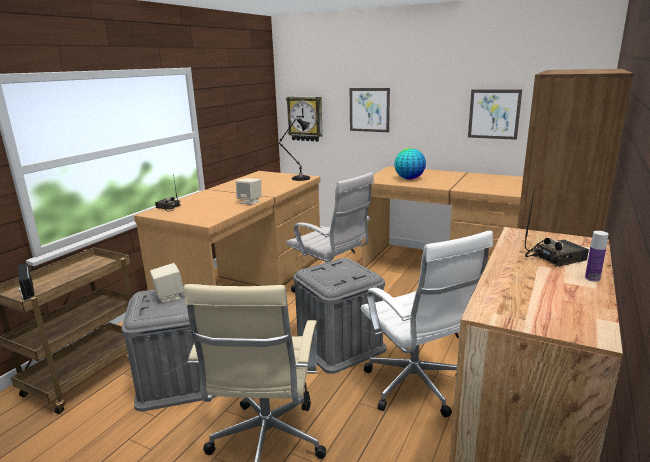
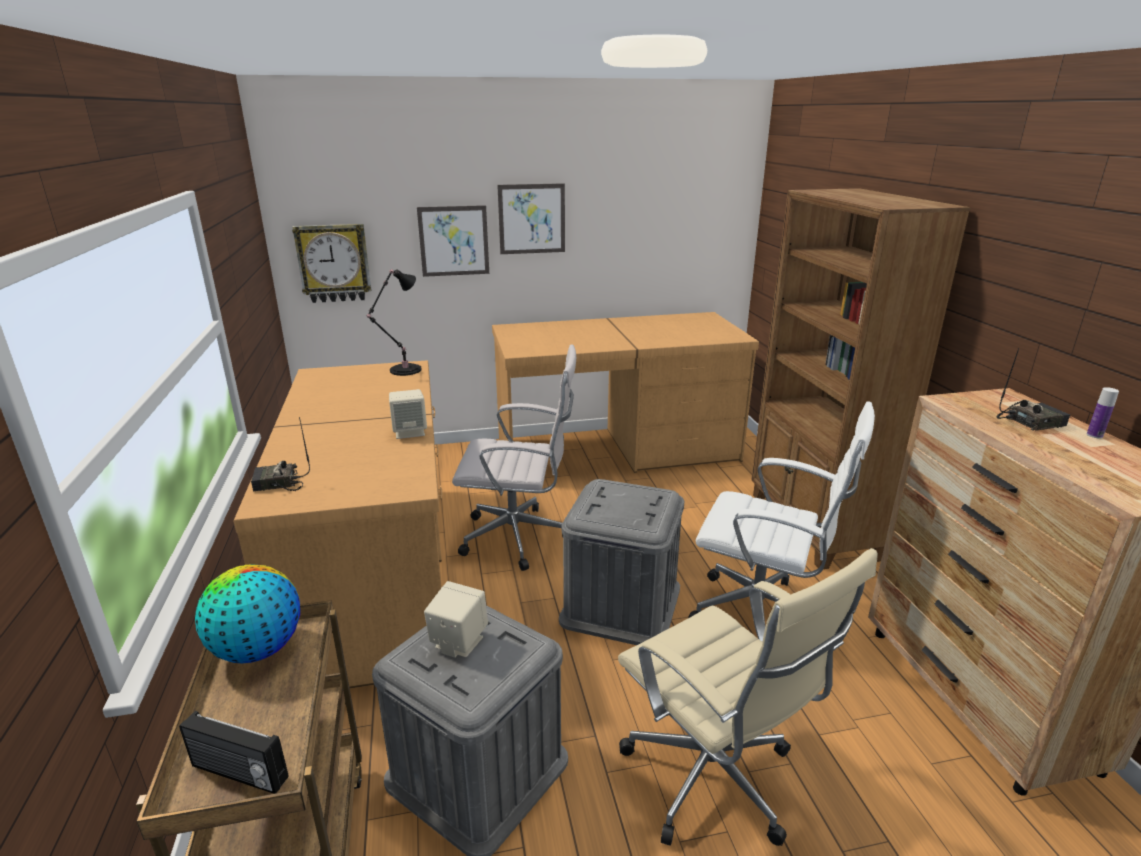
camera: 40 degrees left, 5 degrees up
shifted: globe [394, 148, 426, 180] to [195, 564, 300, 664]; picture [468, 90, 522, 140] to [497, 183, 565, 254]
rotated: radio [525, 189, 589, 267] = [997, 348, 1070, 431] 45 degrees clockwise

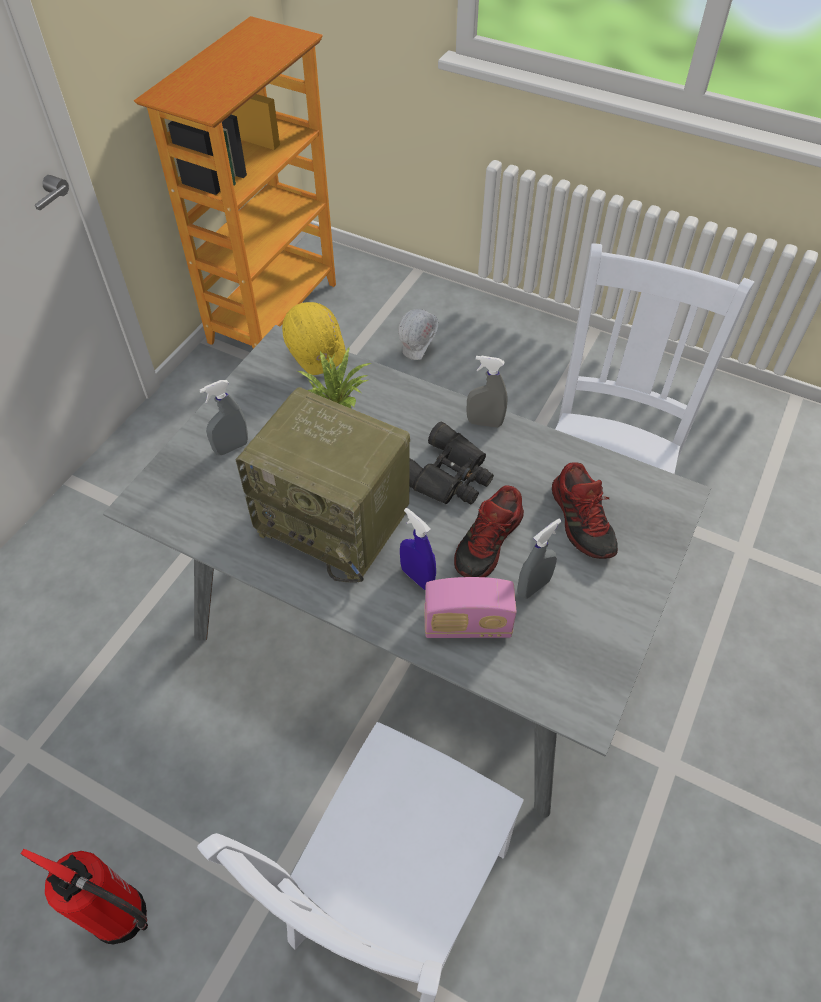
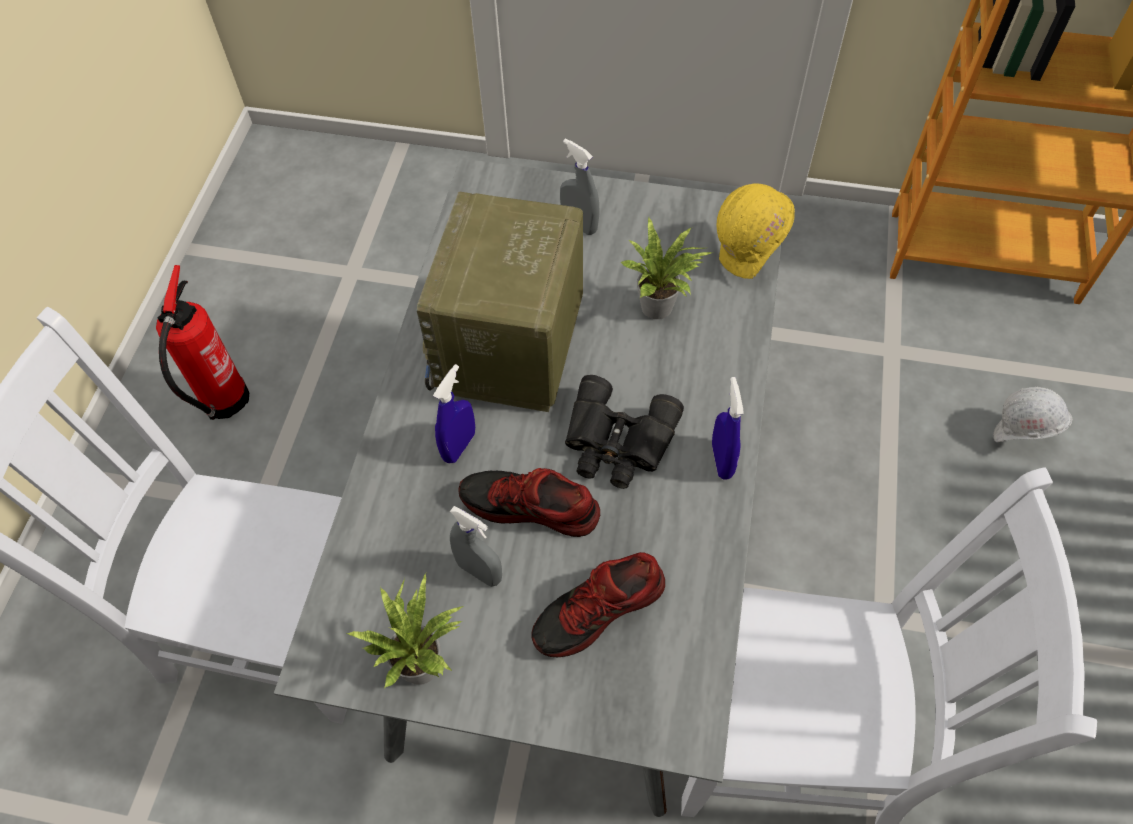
camera: 75 degrees right, 5 degrees up
gone: radio [424, 577, 516, 638]
new: potted plant [345, 573, 464, 688]
repainted: grey spray bottle [466, 356, 508, 428] to blue spray bottle [712, 377, 744, 480]

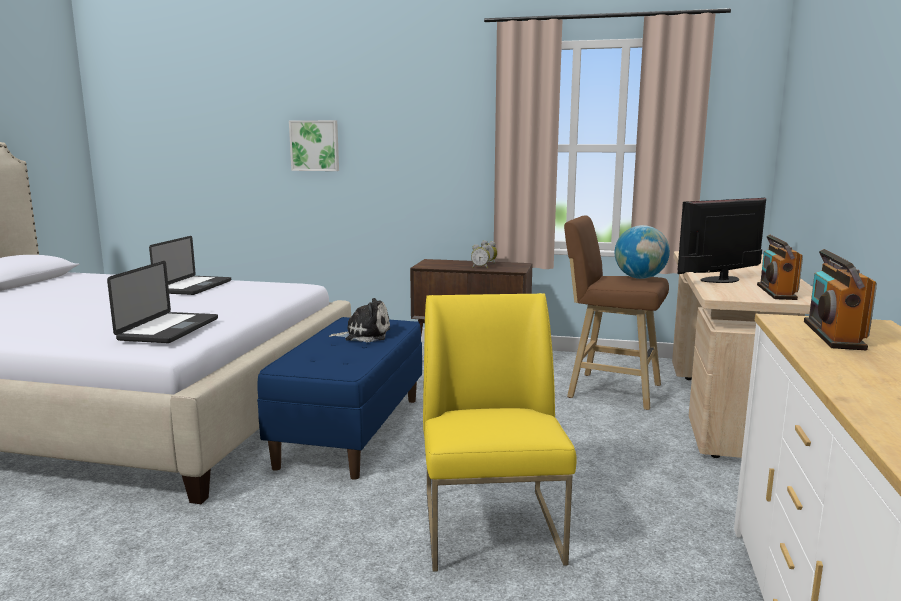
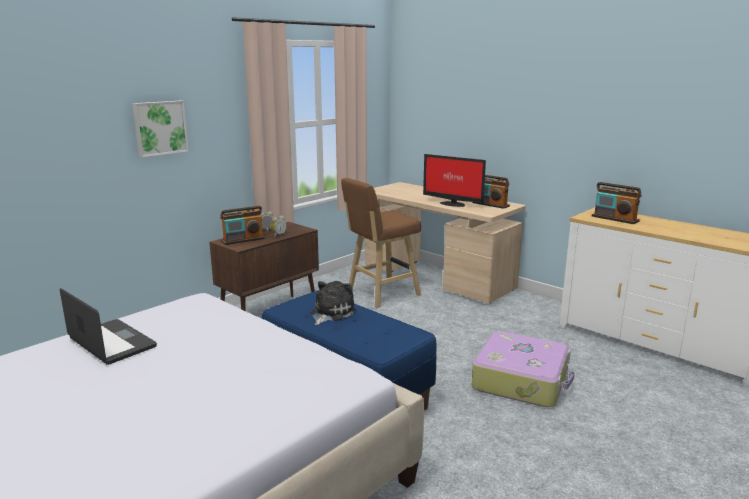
camera: 60 degrees left, 5 degrees up
gone: laptop [107, 261, 218, 343]; globe [615, 225, 670, 279]
new: radio [220, 206, 265, 245]
shifted: picture [289, 120, 339, 171] to [132, 101, 189, 157]
swapped: yellow chair [423, 293, 577, 572] to suitcase [471, 331, 575, 407]
rotated: monitor [678, 198, 766, 283] = [423, 154, 486, 207] 60 degrees counterclockwise

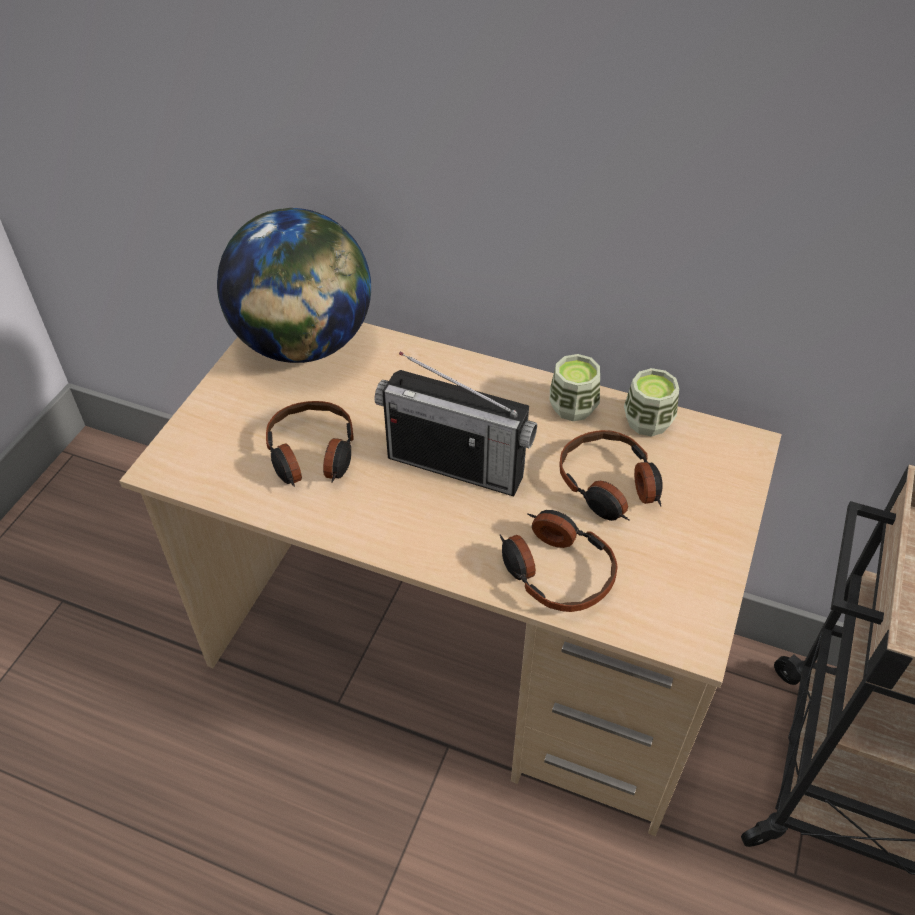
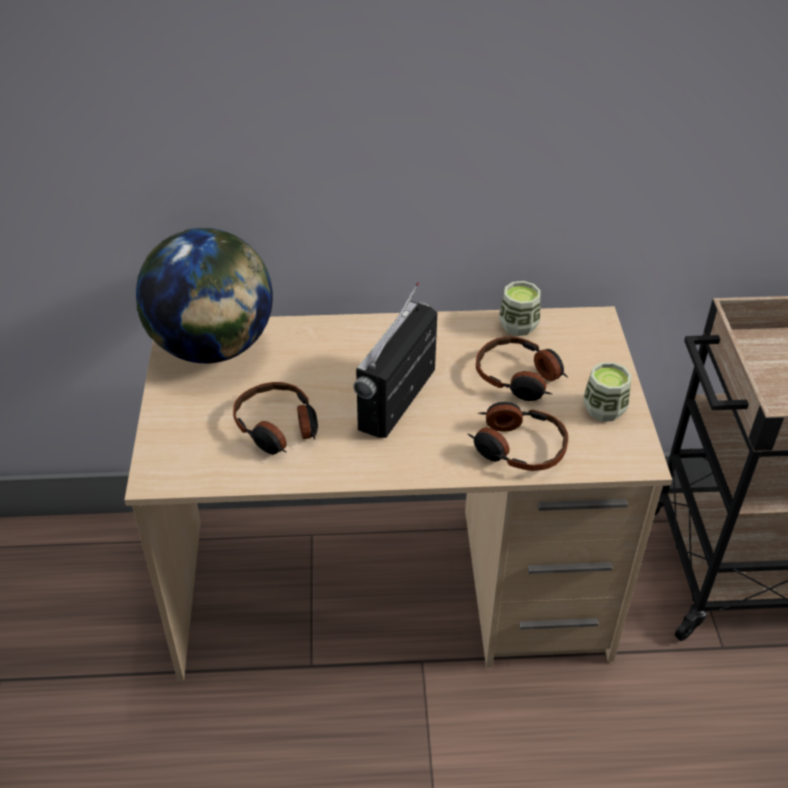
camera: 25 degrees left, 5 degrees down
shifted: cup [550, 354, 600, 421] to [583, 362, 631, 421]
rotated: radio [374, 352, 537, 497] = [353, 282, 437, 438] 120 degrees clockwise

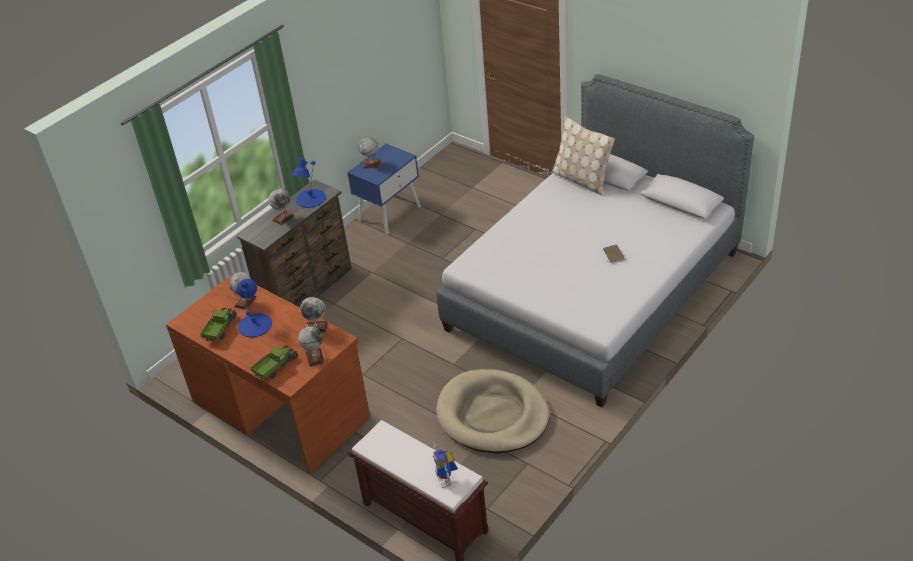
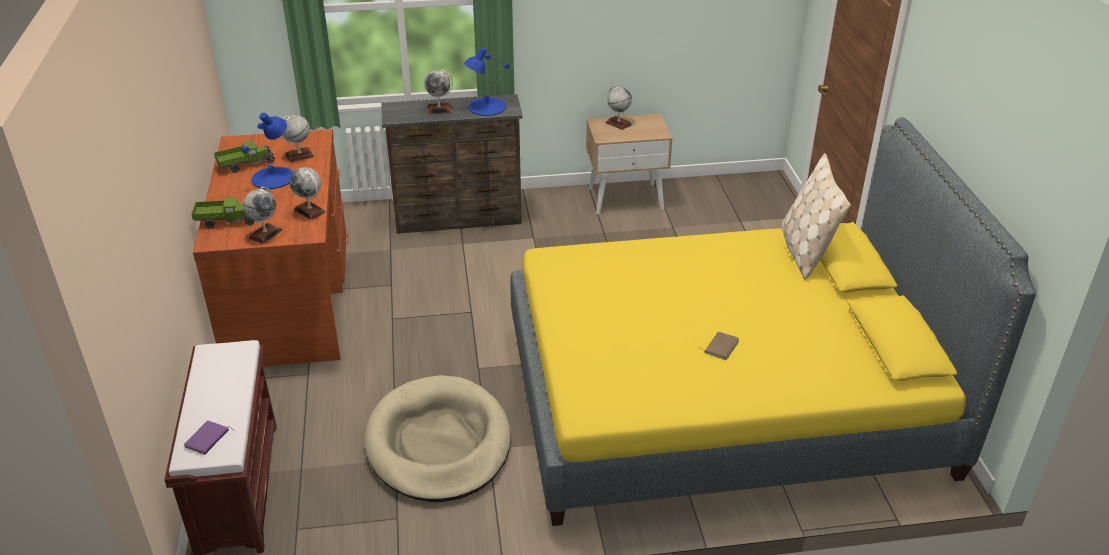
camera: 40 degrees right, 5 degrees down
swapped: toy robot [433, 442, 458, 488] to purple book [184, 420, 235, 455]
repainted: grey bed [437, 74, 754, 407] to yellow bed [510, 117, 1036, 526]; blue nightstand [347, 144, 421, 234] to beige nightstand [586, 114, 673, 214]

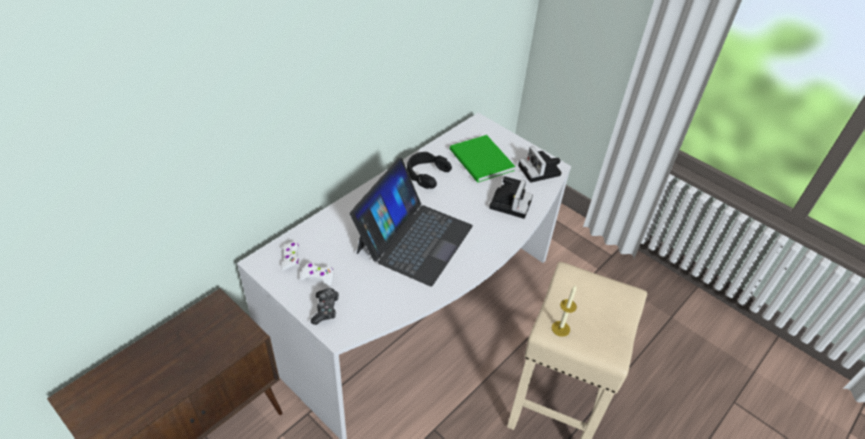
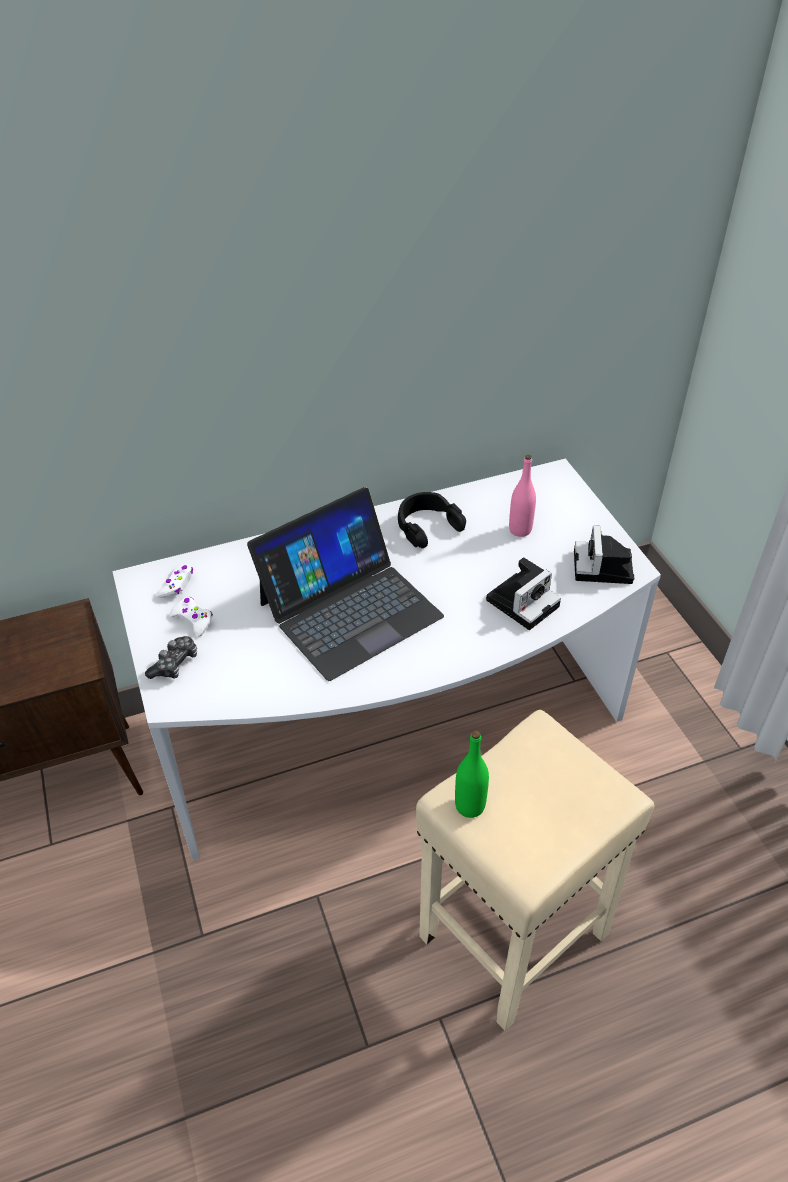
camera: 30 degrees right, 0 degrees up
swapped: candle [552, 285, 577, 337] to green bottle [455, 731, 489, 818]; green book [450, 135, 515, 183] to pink bottle [509, 455, 536, 537]

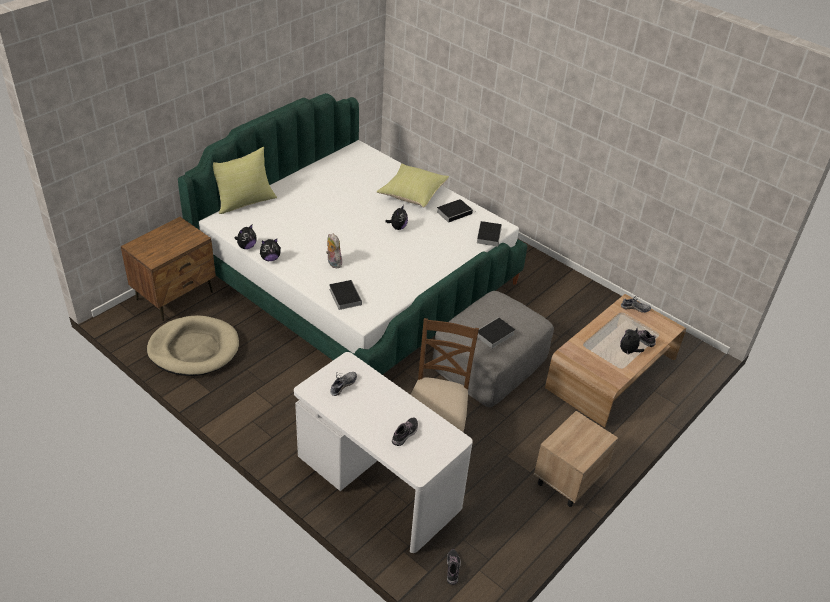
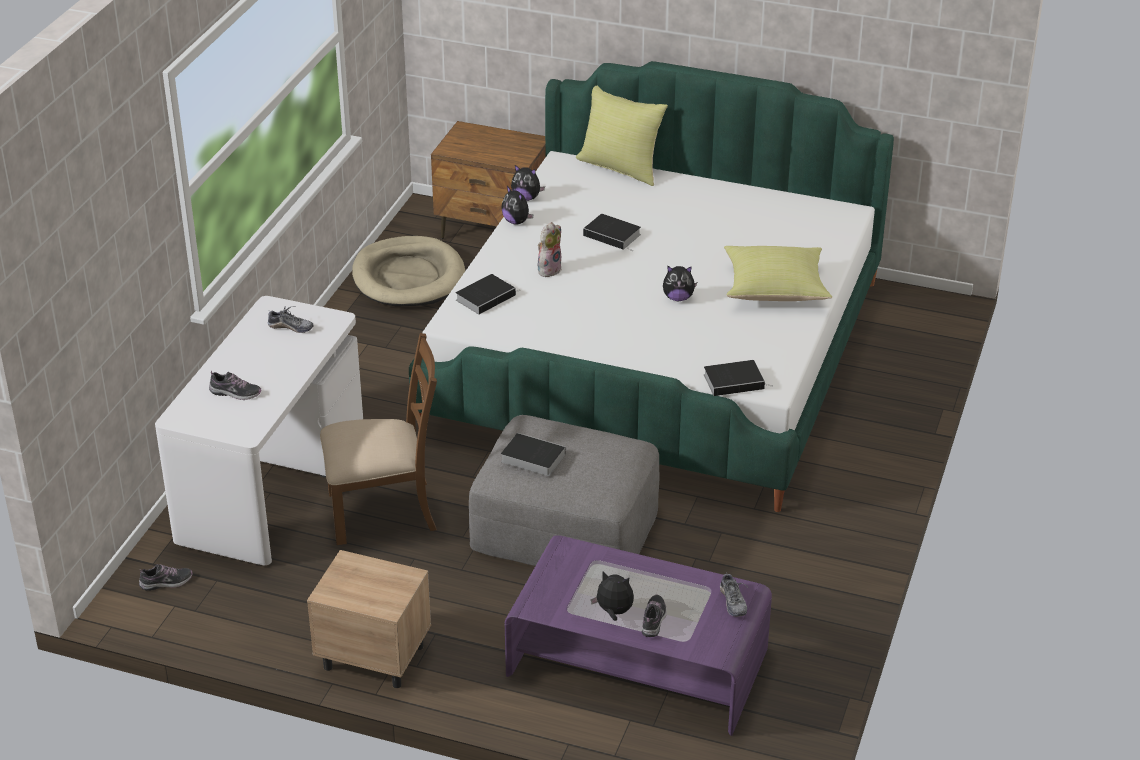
camera: 70 degrees right, 5 degrees down
shifted: book [437, 199, 476, 223] to [583, 214, 641, 250]
repainted: brown coffee table [545, 294, 686, 428] to purple coffee table [505, 535, 772, 736]

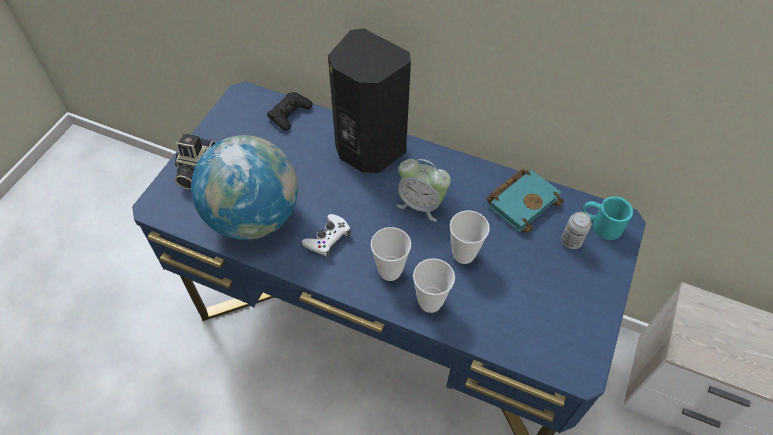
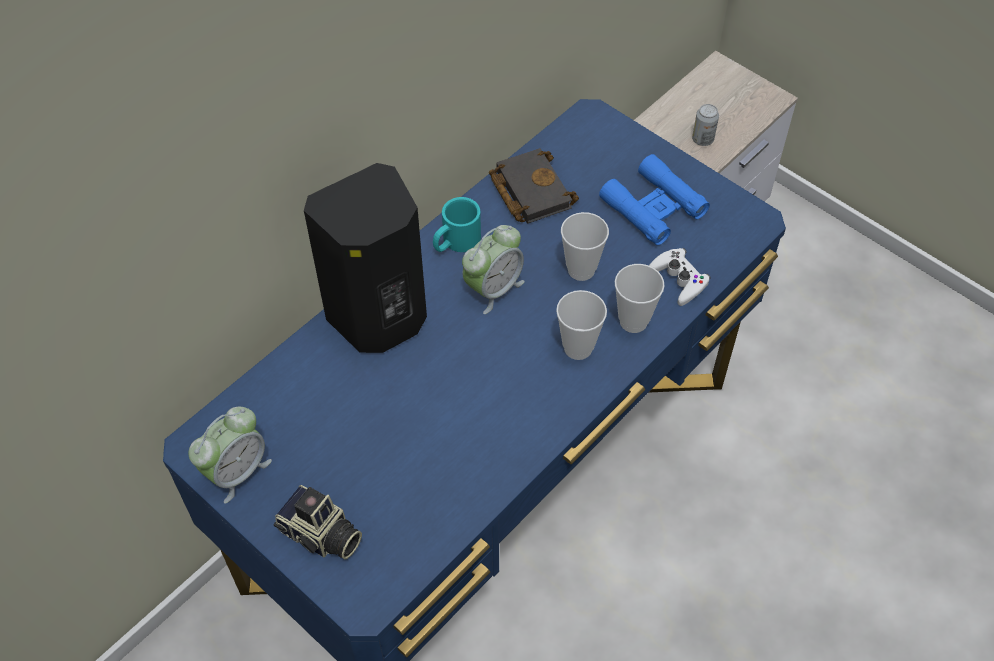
camera: 70 degrees left, 0 degrees up
gone: globe [191, 135, 298, 240]; black game controller [267, 92, 313, 131]
new: alarm clock [189, 407, 272, 503]; blue binoculars [599, 154, 710, 245]
shifted: turquoise mug [582, 196, 633, 240] to [433, 197, 481, 252]; white game controller [302, 214, 351, 257] to [649, 248, 710, 306]; can [561, 212, 592, 249] to [692, 104, 719, 146]
repainted: turquoise book [486, 169, 564, 233] to black book [489, 148, 579, 224]

